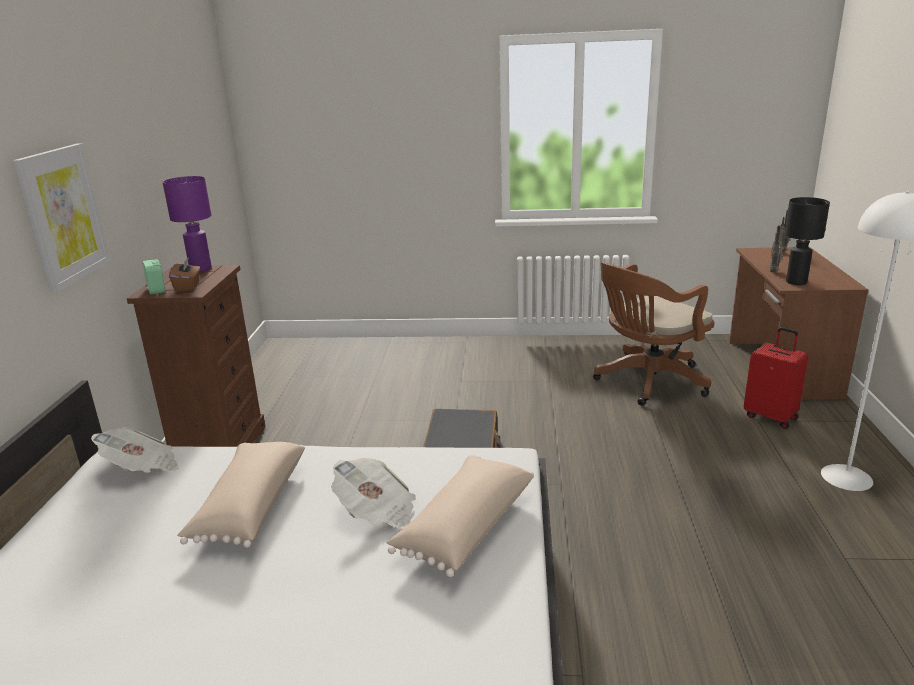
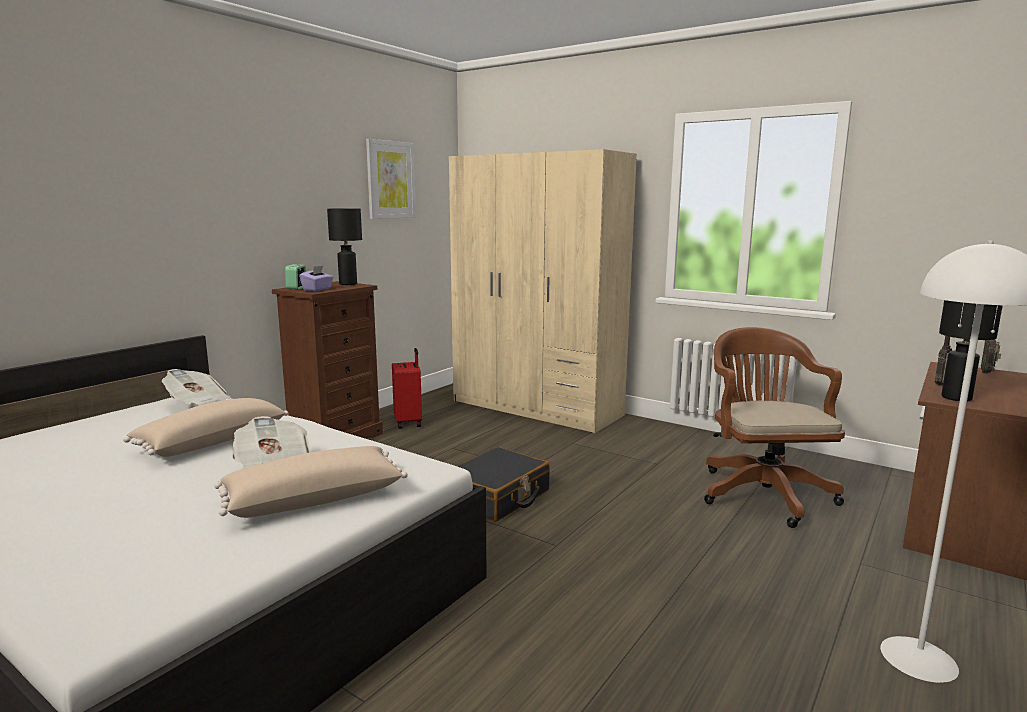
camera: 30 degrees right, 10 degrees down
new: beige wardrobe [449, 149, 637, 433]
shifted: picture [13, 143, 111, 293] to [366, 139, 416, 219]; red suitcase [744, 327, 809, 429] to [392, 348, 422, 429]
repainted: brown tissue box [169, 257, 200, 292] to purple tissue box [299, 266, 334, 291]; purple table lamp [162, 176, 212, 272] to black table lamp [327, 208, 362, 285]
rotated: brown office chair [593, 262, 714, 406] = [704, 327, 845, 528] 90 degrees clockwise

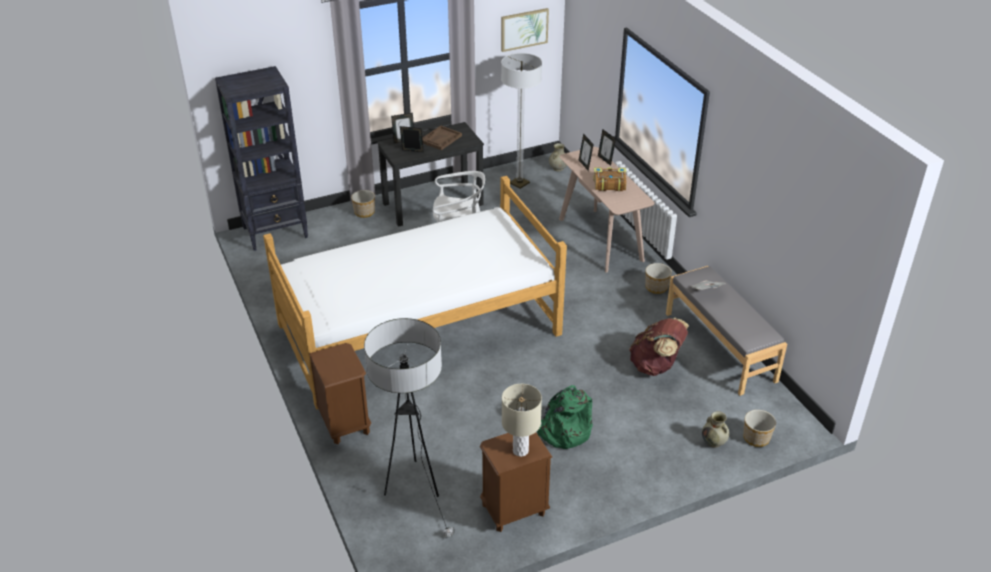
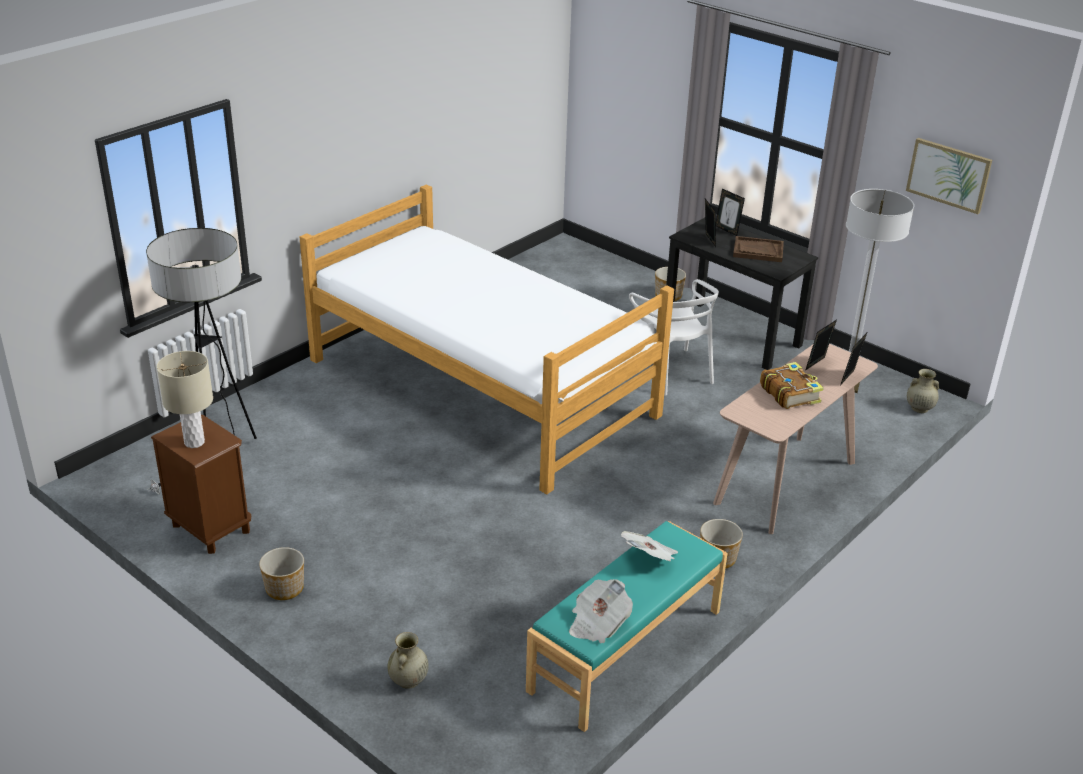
camera: 65 degrees right, 5 degrees down
gone: black bookcase [215, 66, 308, 251]; brown nightstand [309, 343, 371, 444]; green backpack [537, 385, 593, 449]; brown backpack [629, 318, 689, 376]
new: newspaper [569, 579, 633, 643]
shifted: planter [743, 410, 776, 447] to [259, 547, 304, 600]
repainted: grey bench [666, 266, 787, 396] to turquoise bench [526, 521, 728, 732]

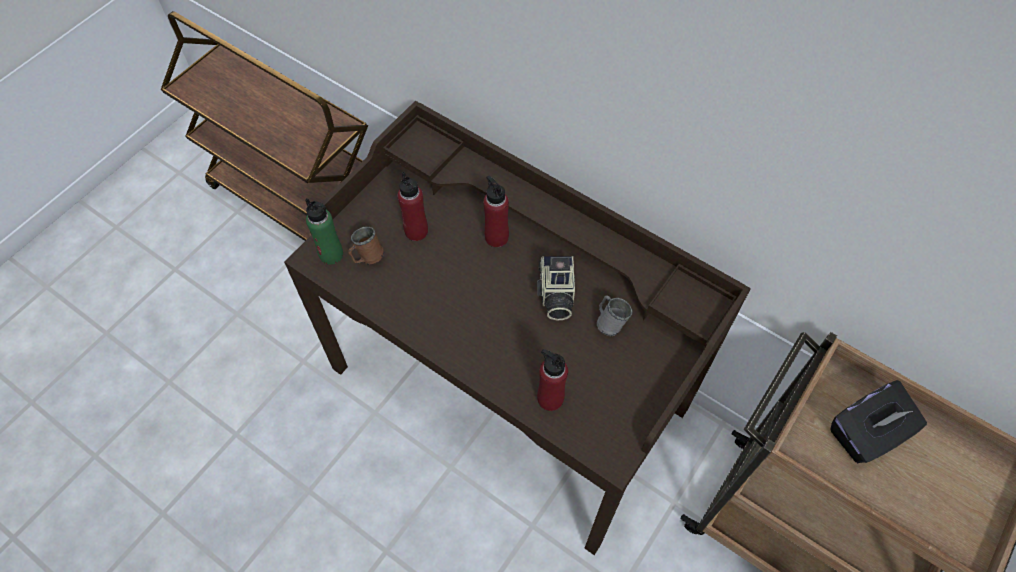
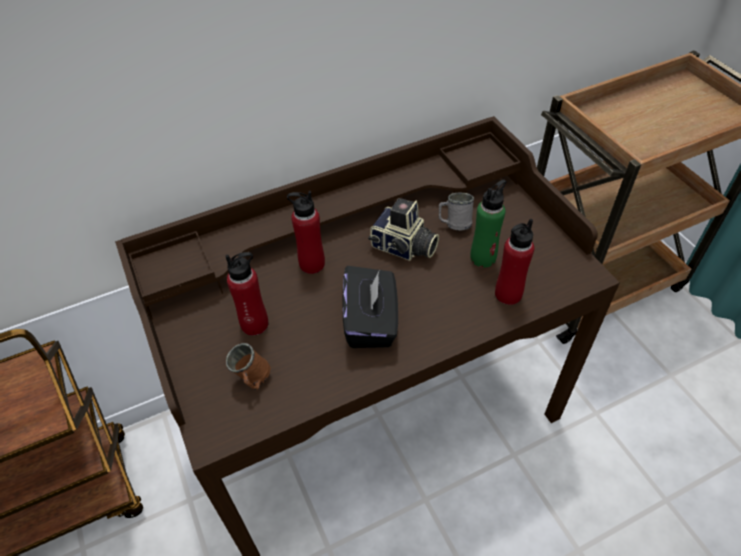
camera: 60 degrees left, 10 degrees down
shifted: black tissue box [831, 380, 927, 463] to [343, 266, 398, 348]; green bottle [305, 198, 343, 265] to [470, 180, 507, 267]

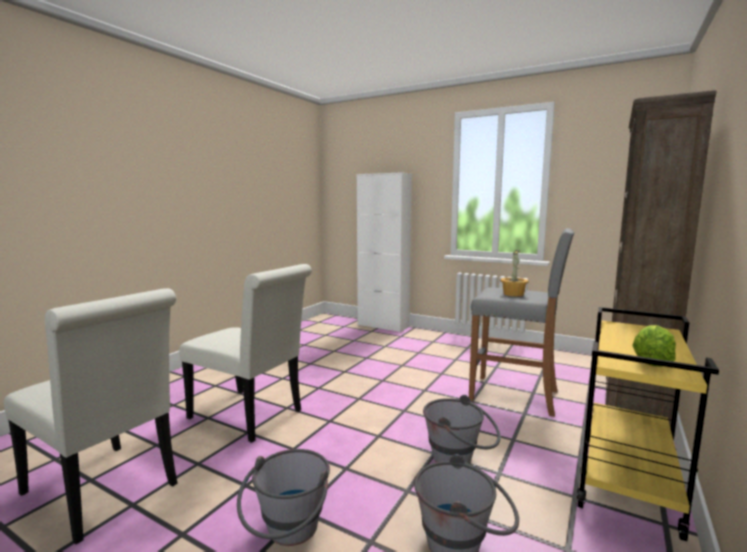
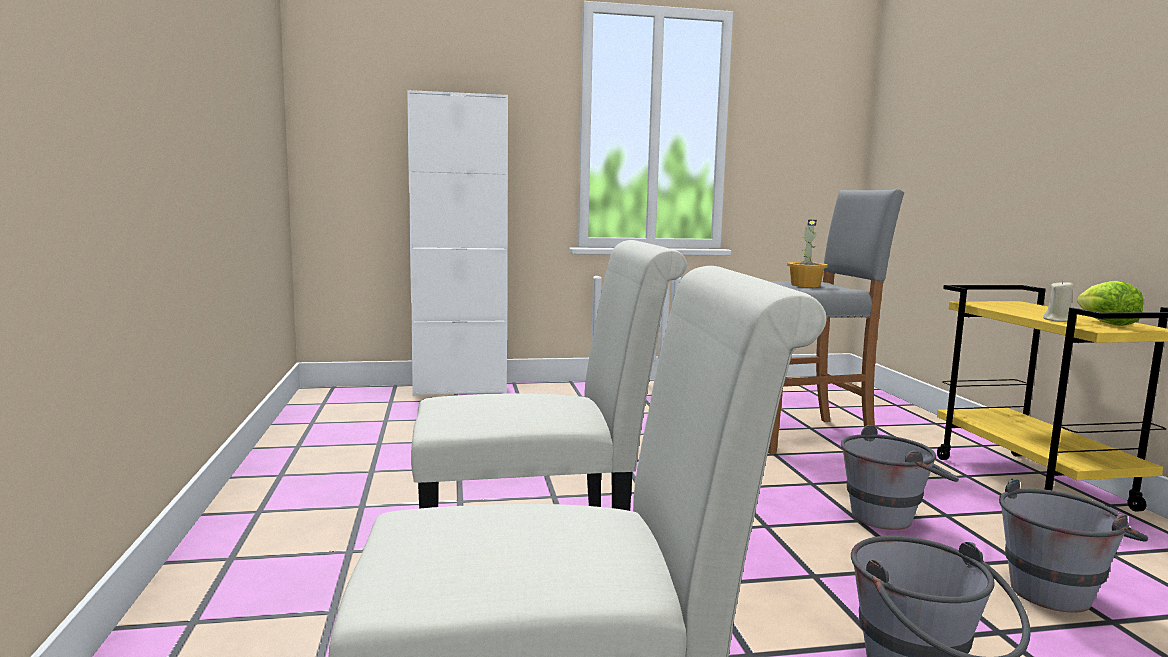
camera: 40 degrees left, 0 degrees up
gone: brown bookcase [605, 90, 716, 428]
new: beige candle [1043, 280, 1073, 322]

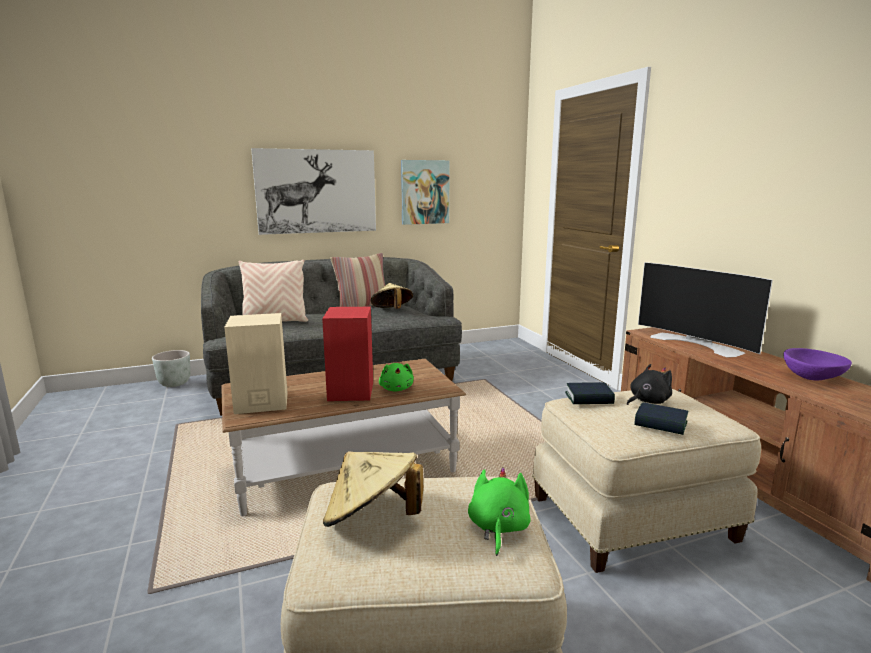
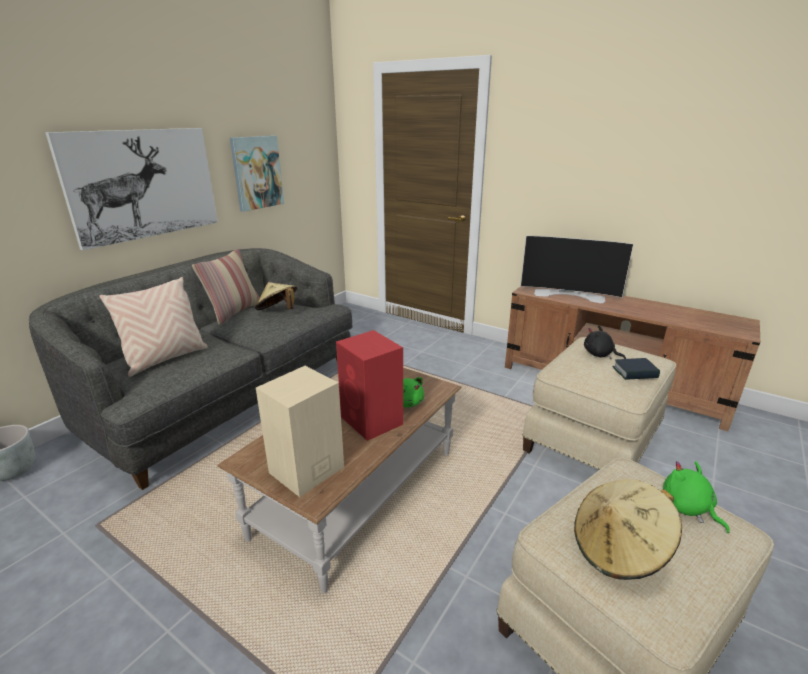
camera: 35 degrees left, 10 degrees up
gone: book [565, 382, 615, 404]; purple bowl [783, 348, 852, 380]
rotated: black plush toy [627, 364, 672, 405] = [584, 325, 626, 359] 75 degrees counterclockwise

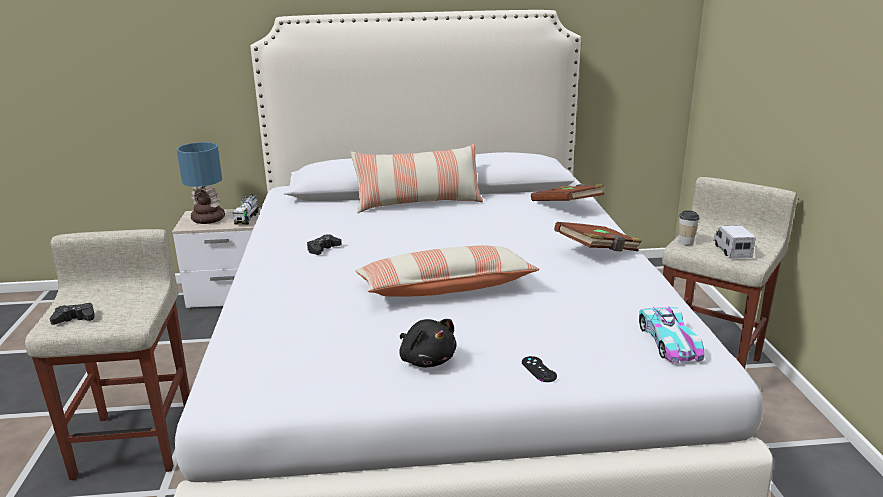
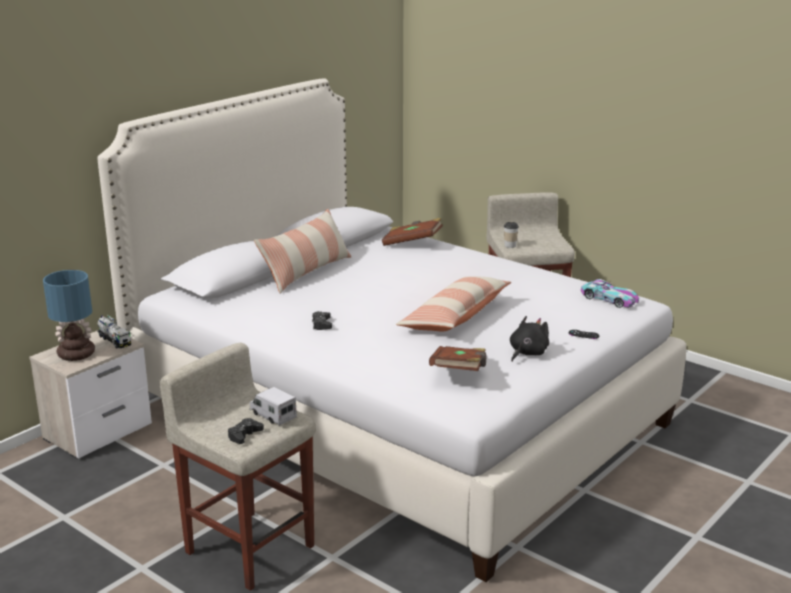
camera: 45 degrees left, 0 degrees up
shifted: toy truck [713, 225, 756, 258] to [249, 387, 297, 426]; brown book [554, 222, 643, 251] to [429, 346, 486, 371]
rotated: black plush toy [399, 319, 457, 367] = [510, 316, 549, 362] 60 degrees counterclockwise

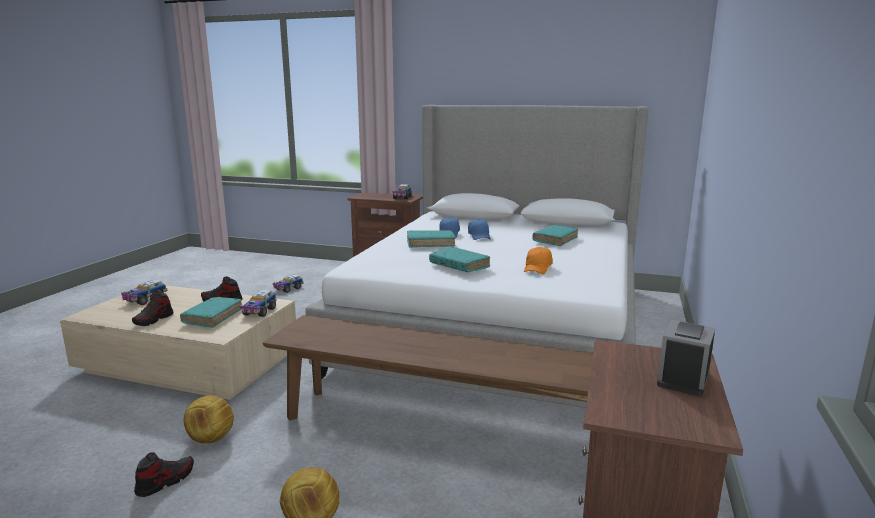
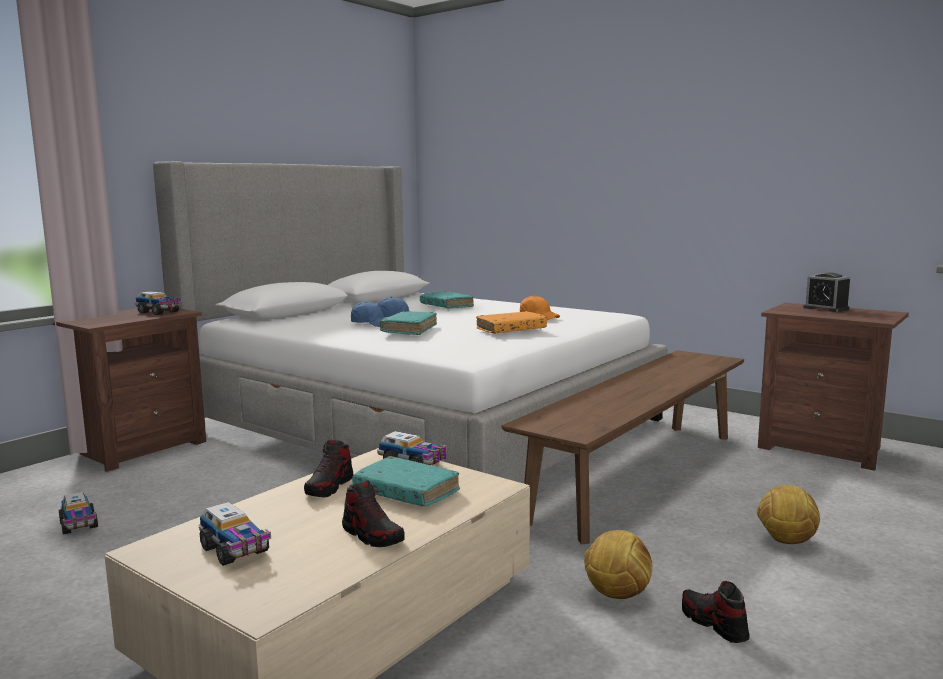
camera: 70 degrees left, 5 degrees down
repainted: turquoise book [429, 247, 490, 272] to orange book [476, 311, 547, 334]

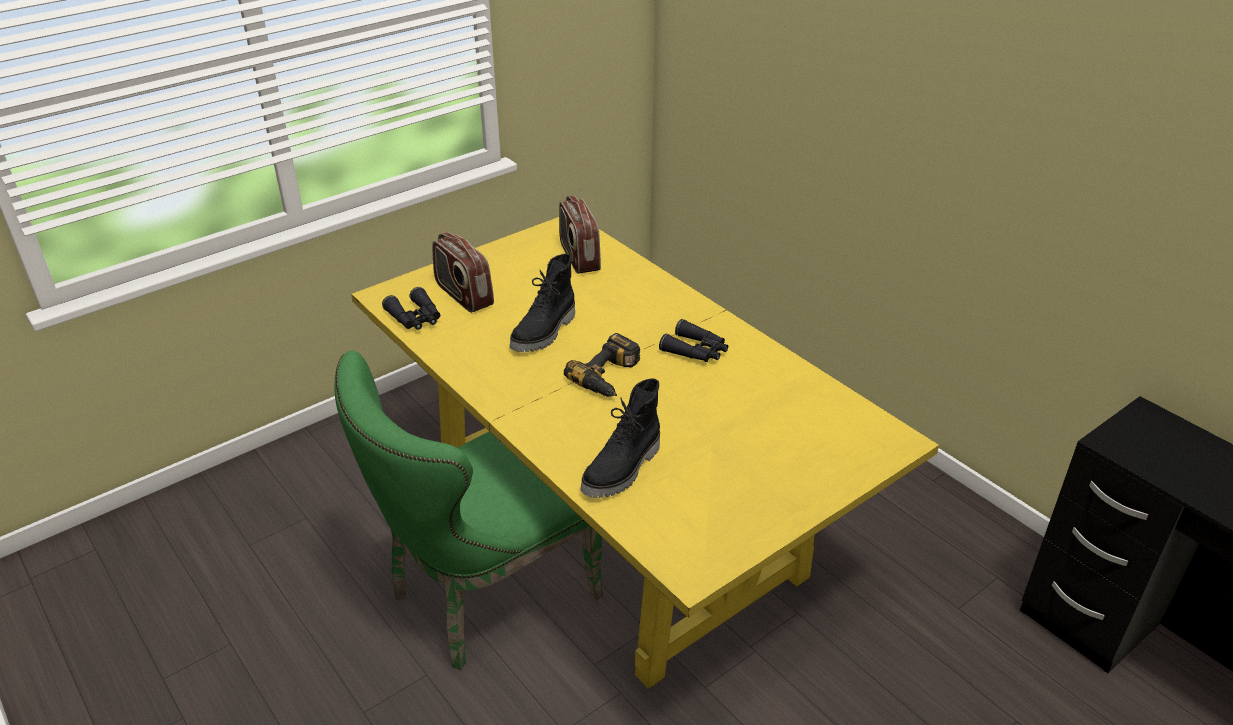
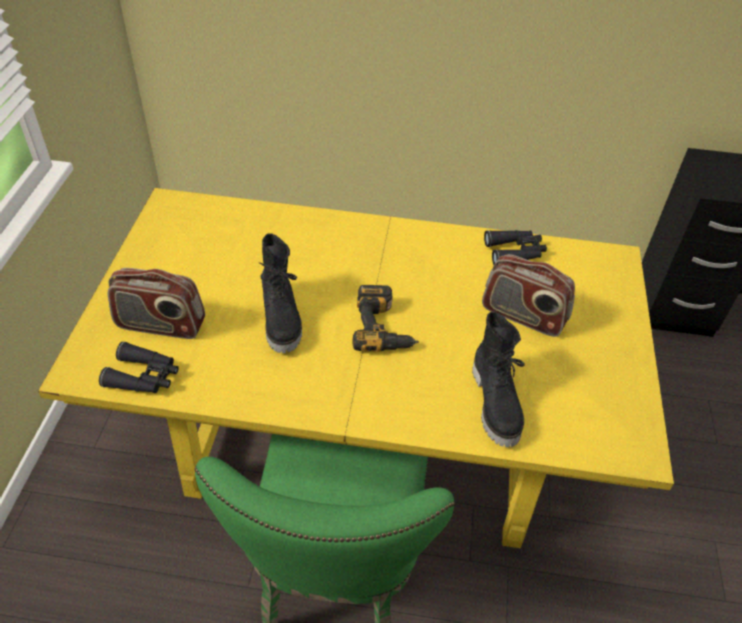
camera: 45 degrees left, 10 degrees up
shifted: radio [559, 196, 601, 274] to [482, 254, 575, 337]; black binoculars [659, 319, 728, 362] to [484, 230, 547, 265]

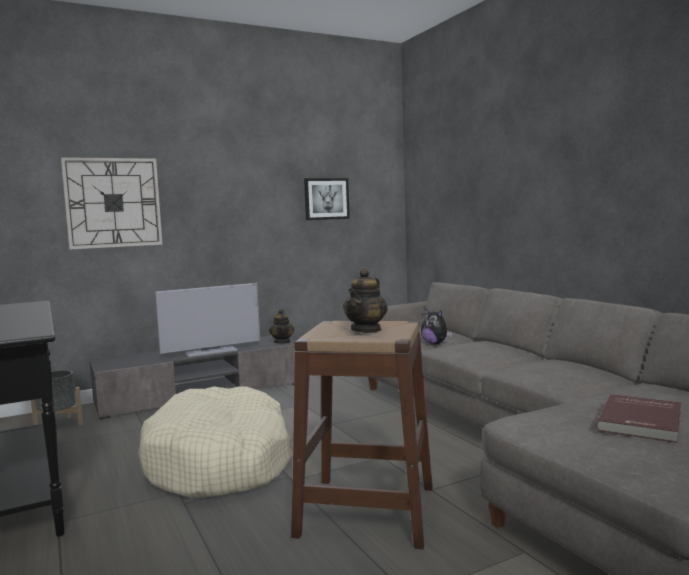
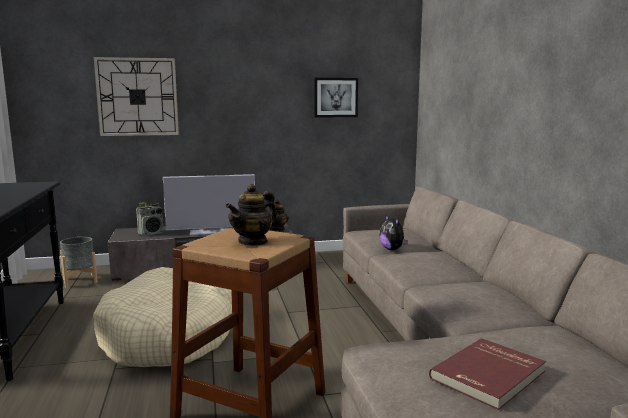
camera: 15 degrees right, 5 degrees up
new: radio [136, 202, 164, 236]

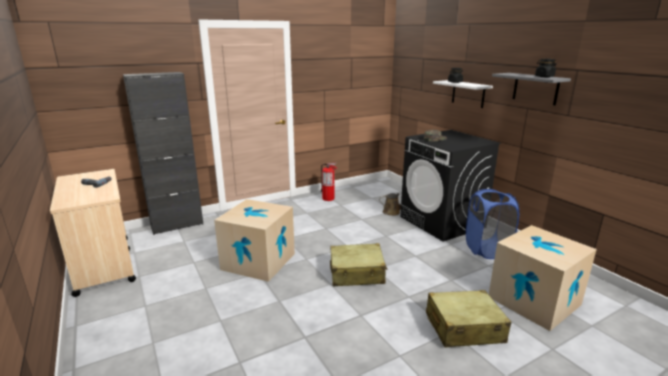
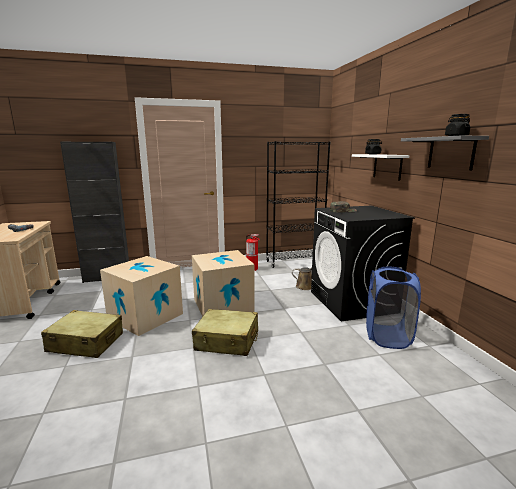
camera: 15 degrees right, 5 degrees down
new: black bookcase [266, 141, 330, 268]
shifted: beige suitcase [426, 290, 511, 347] to [41, 310, 123, 358]; cardboard box [489, 225, 597, 331] to [192, 250, 255, 317]

